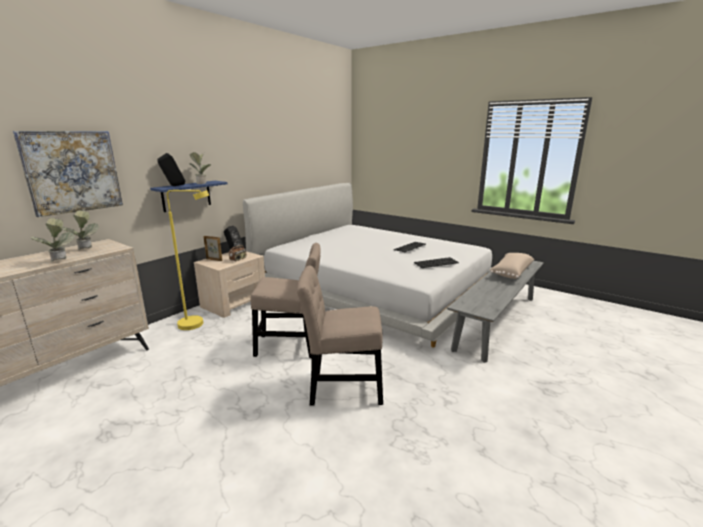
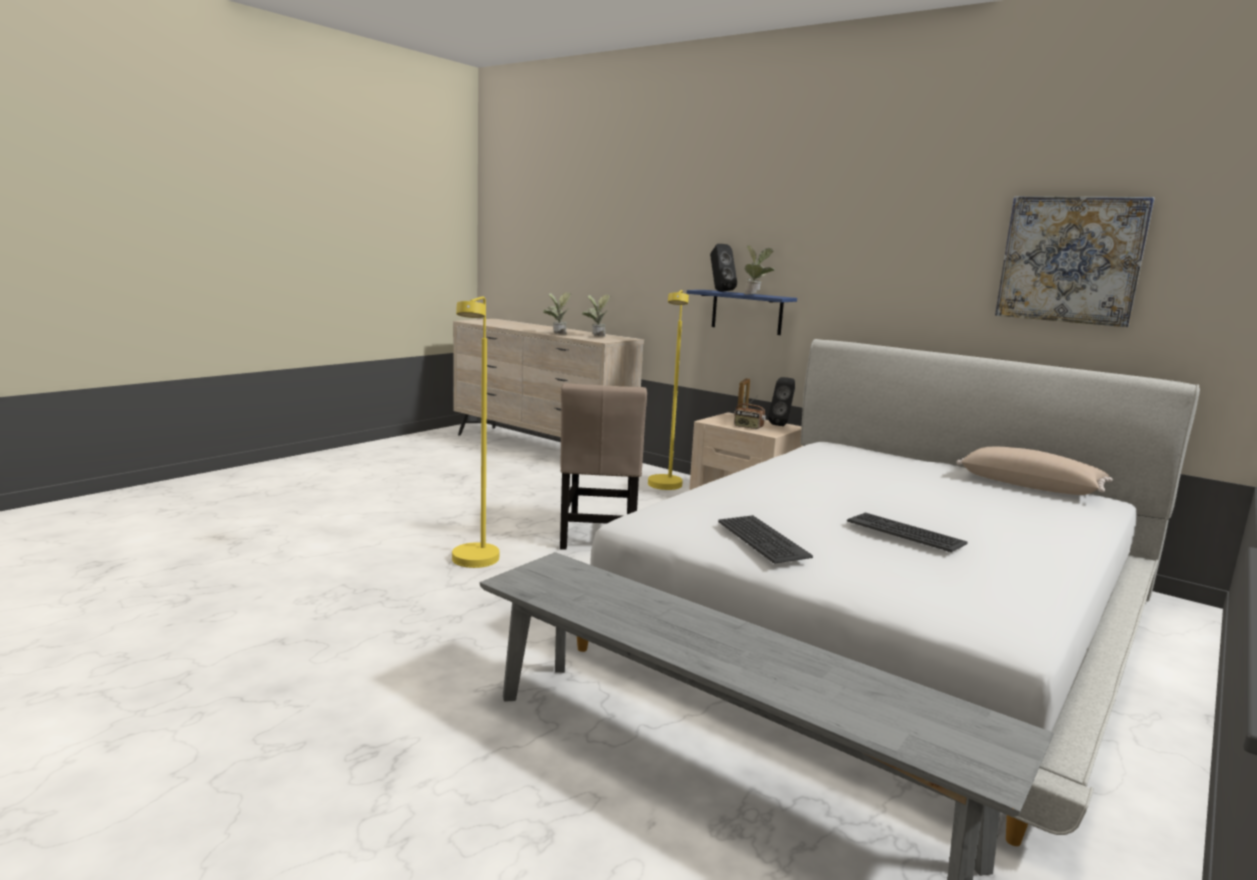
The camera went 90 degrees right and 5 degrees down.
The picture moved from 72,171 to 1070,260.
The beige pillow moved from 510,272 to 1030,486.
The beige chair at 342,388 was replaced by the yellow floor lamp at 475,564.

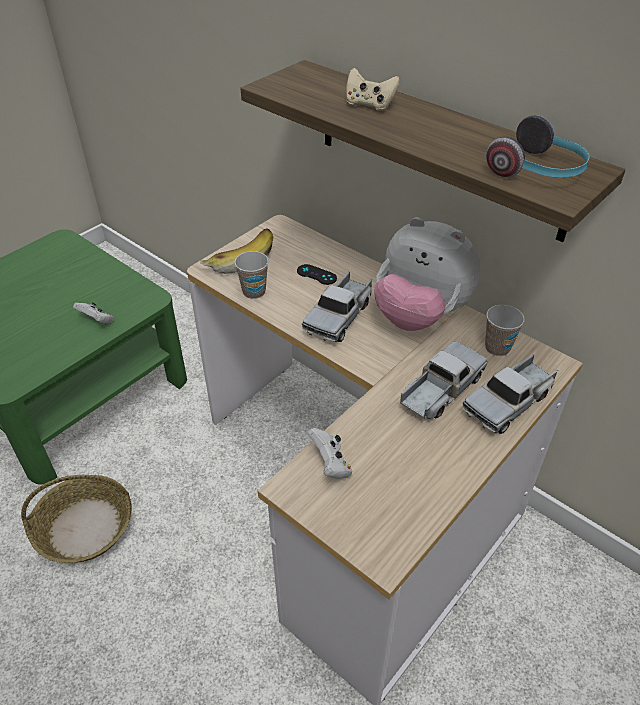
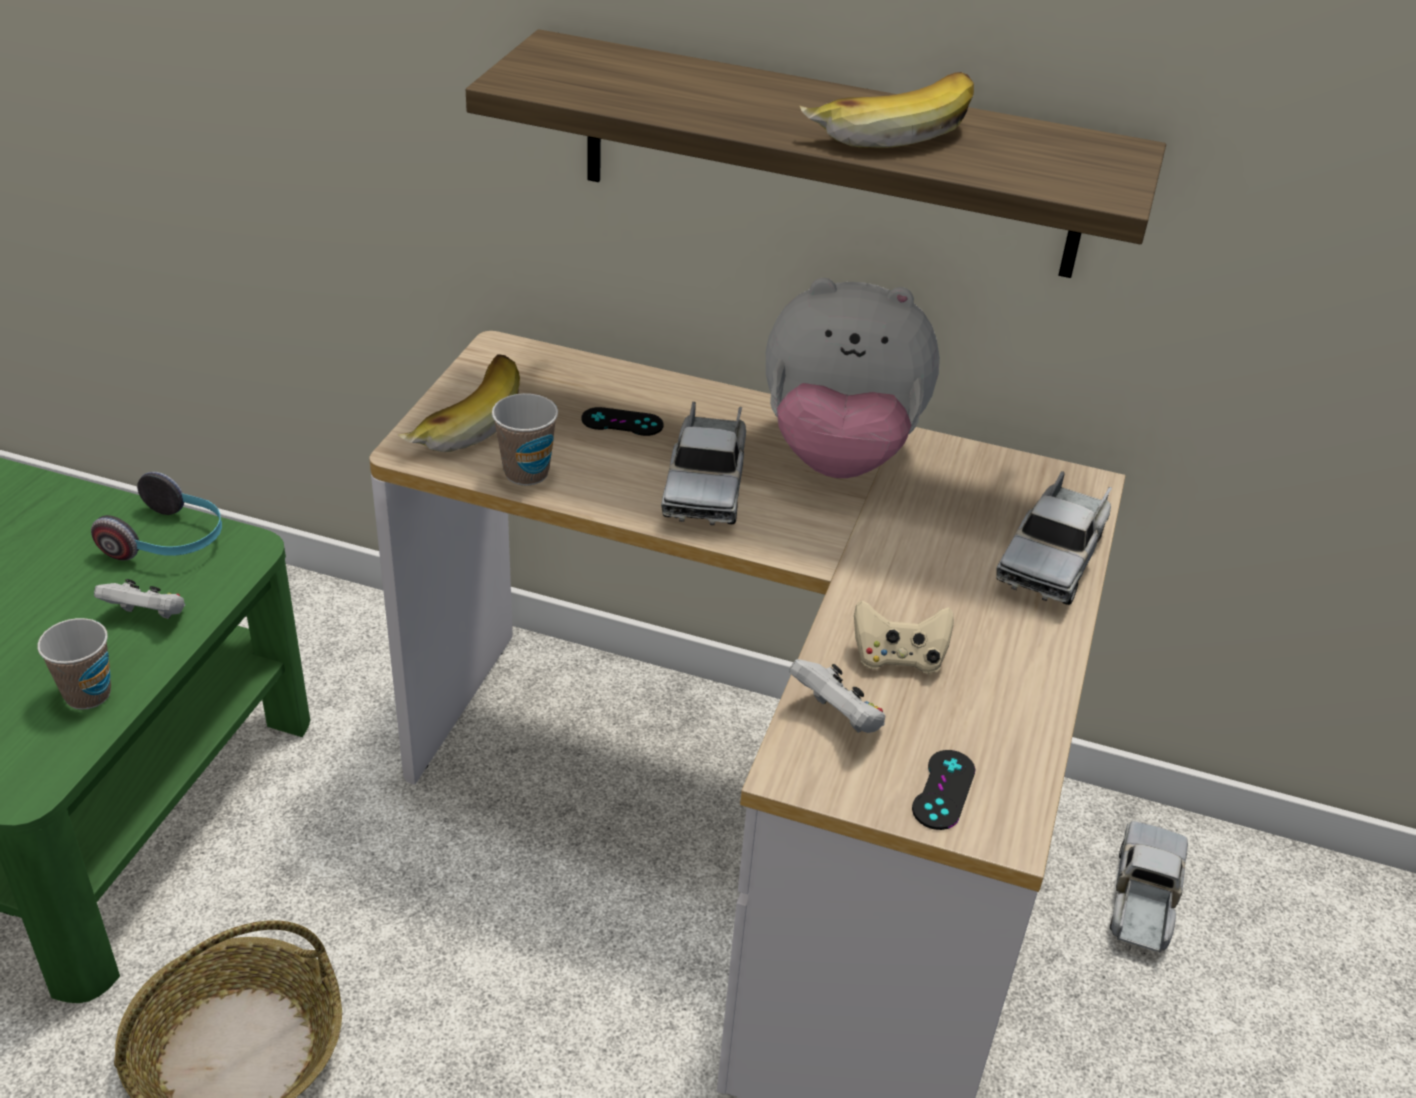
The camera went 25 degrees left and 5 degrees down.
The beige game controller moved from 369,105 to 898,658.
The headphones moved from 538,171 to 169,542.
The cup moved from 497,348 to 88,694.
The toy truck moved from 440,390 to 1143,899.
The banana at 886,130 appeared.
The black game controller at 943,790 appeared.

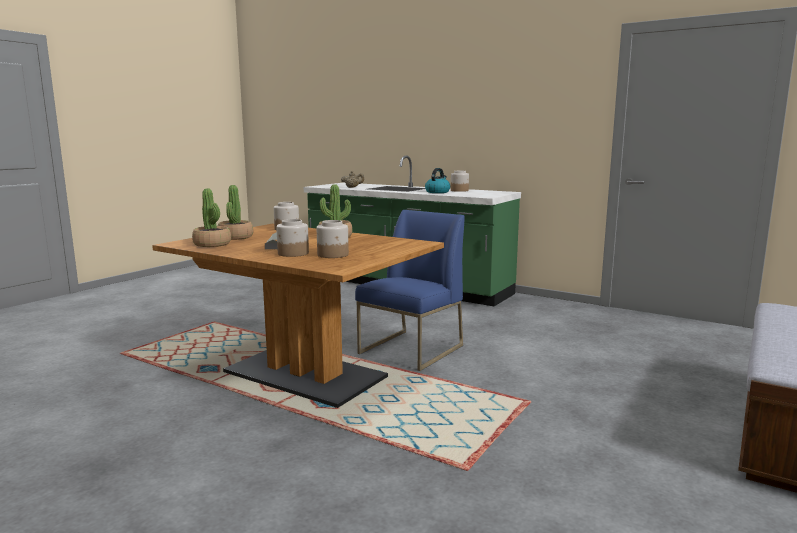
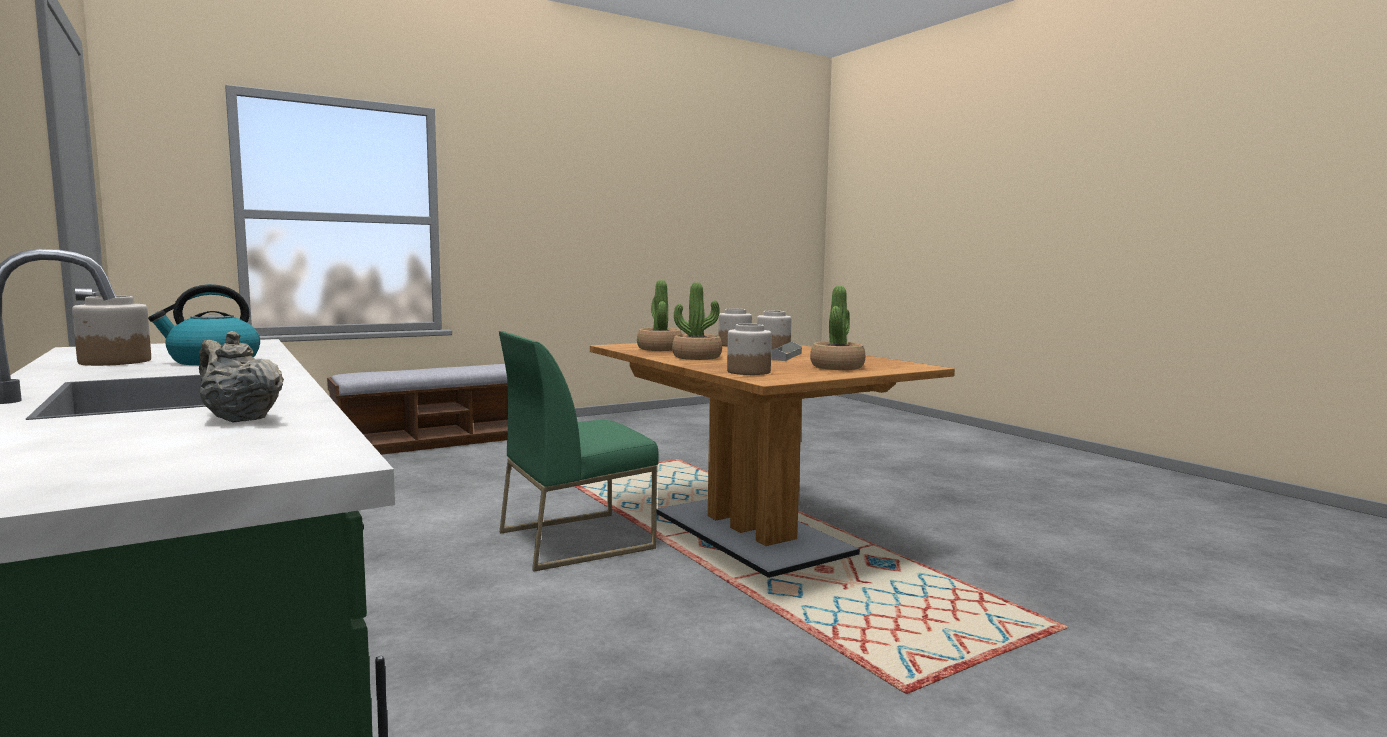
The camera went 155 degrees left and 5 degrees down.
The potted plant moved from 212,244 to 659,349.
The blue chair at 411,350 became the green chair at 576,539.

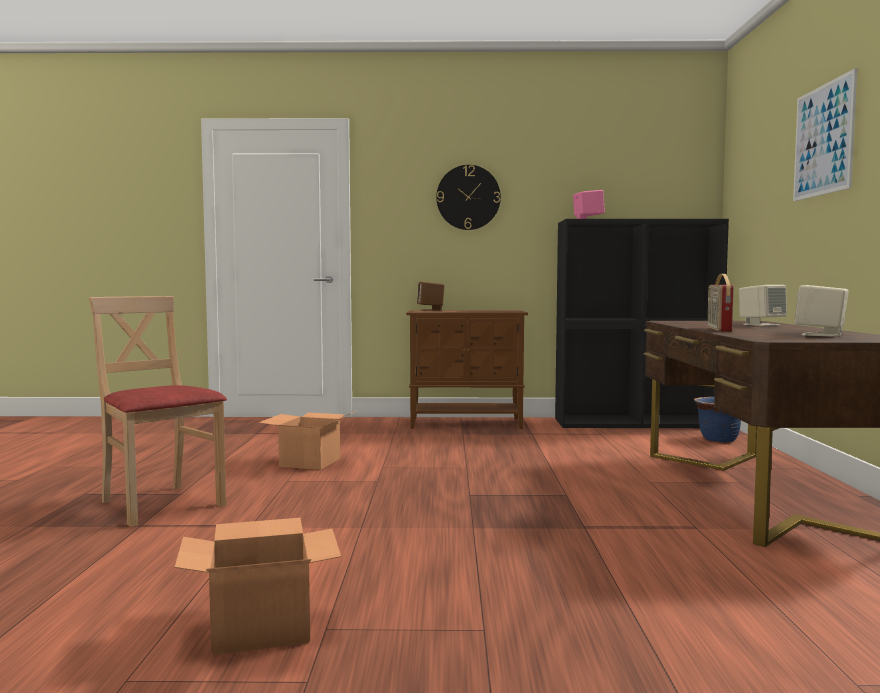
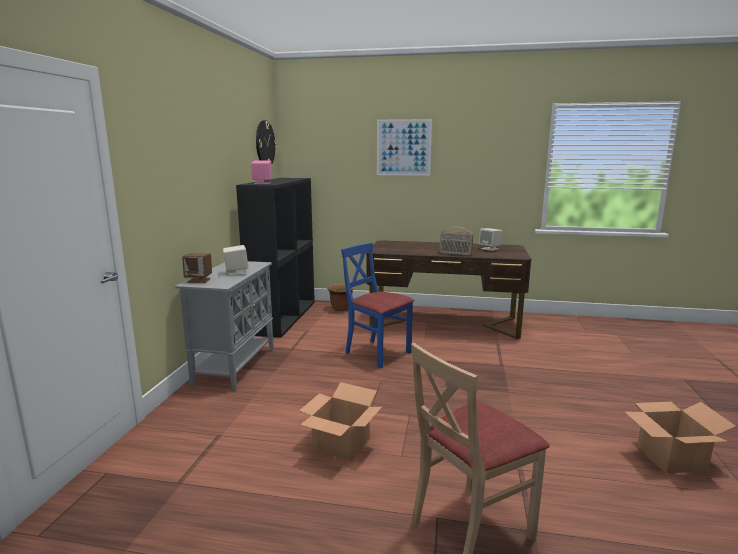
The camera went 80 degrees left and 10 degrees up.
The wall clock moved from 468,197 to 265,143.
The beige speaker moved from 761,325 to 236,272.
The brown cabinet at 467,423 became the grey cabinet at 235,366.
The blue planter at 718,439 became the brown planter at 341,308.
The blue chair at 377,353 appeared.

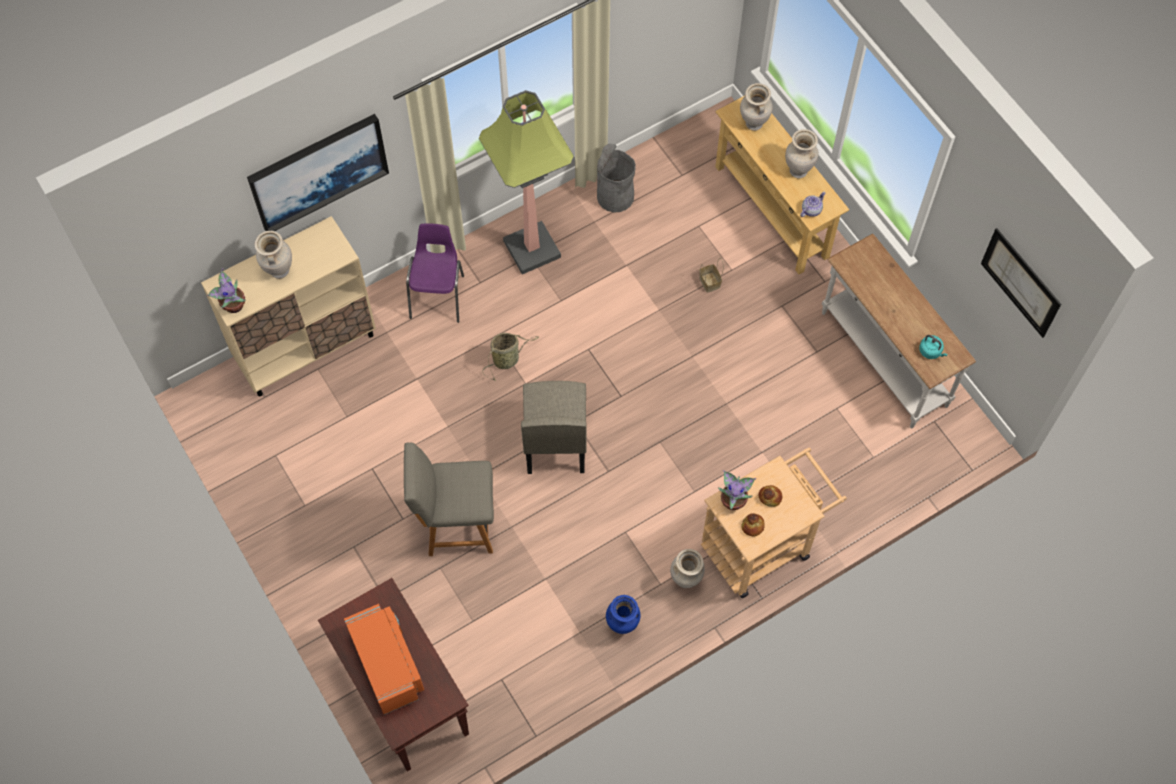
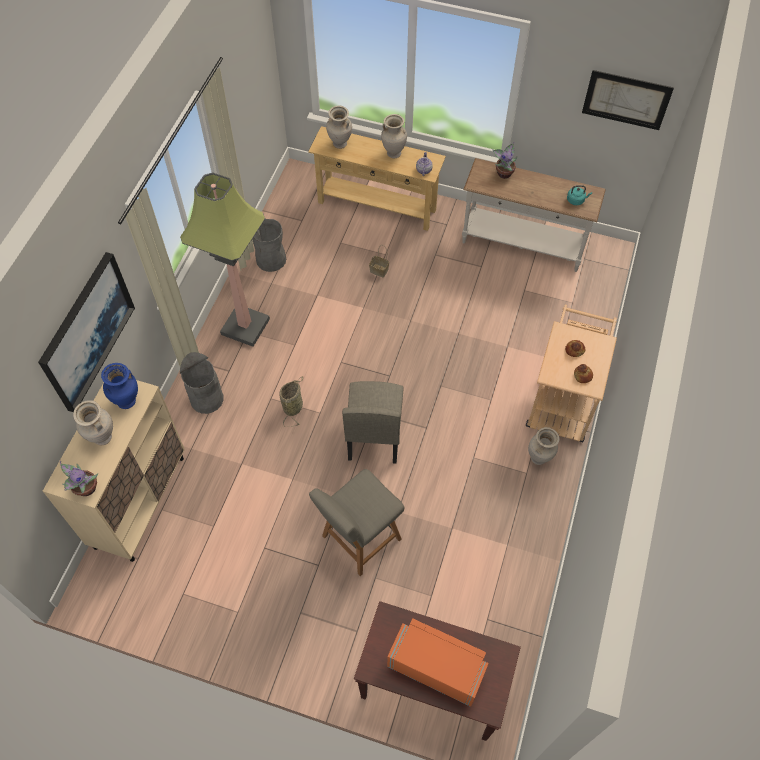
The camera went 40 degrees left and 5 degrees down.
The purple chair at 438,295 was replaced by the grey trash can at 207,399.
The beige chair at 555,441 turned 45 degrees clockwise.
The potted plant moved from 733,500 to 504,173.
The blue vase moved from 622,625 to 127,402.

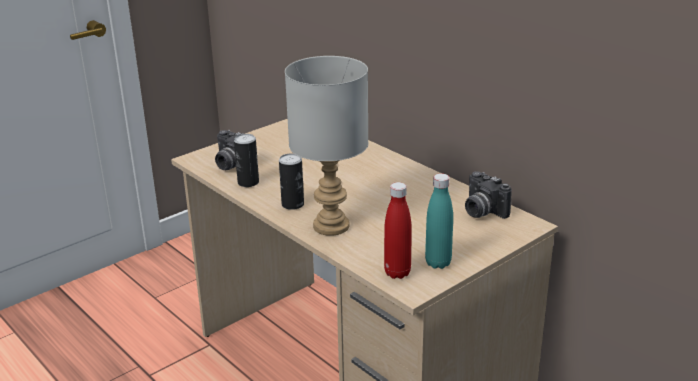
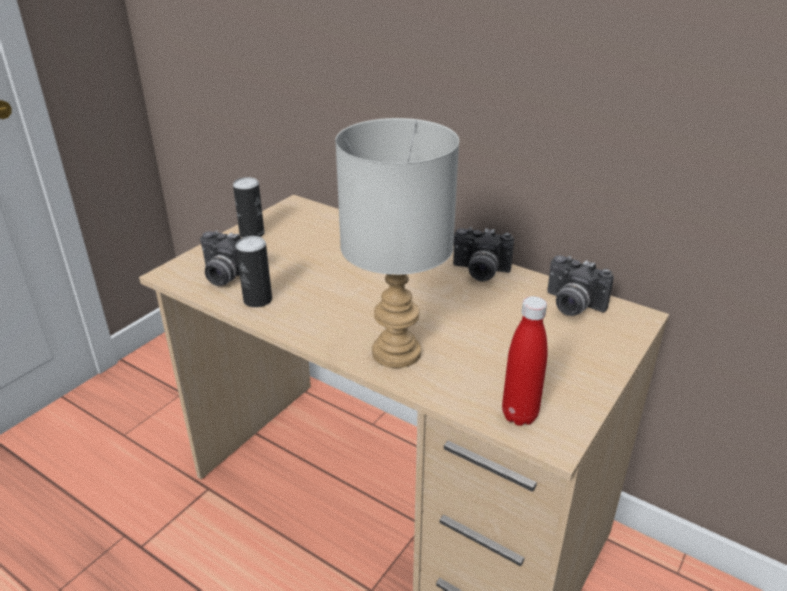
The camera went 15 degrees left and 5 degrees up.
The can moved from 292,204 to 252,234.
The turquoise bottle at 438,263 disappeared.
The photo camera at 479,272 appeared.

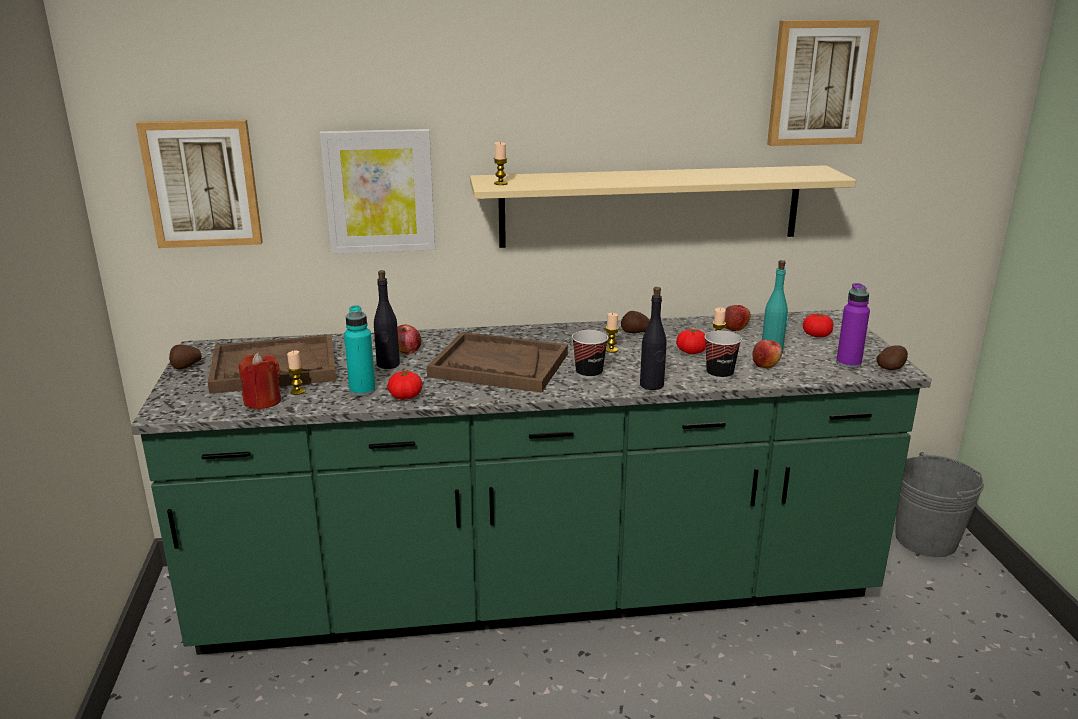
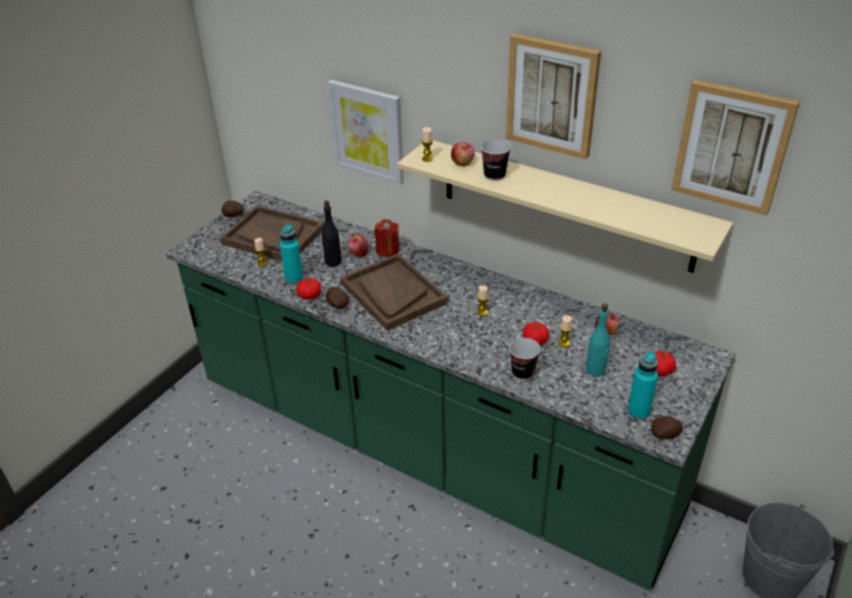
The camera went 40 degrees right and 15 degrees up.
The picture moved from 202,183 to 552,95.
The purple bottle at 848,363 became the turquoise bottle at 638,411.
The black bottle at 652,385 disappeared.
The potato moved from 635,332 to 337,305.
The cup moved from 589,373 to 494,175.
The apple moved from 766,364 to 462,163.
The red candle moved from 262,401 to 387,250.

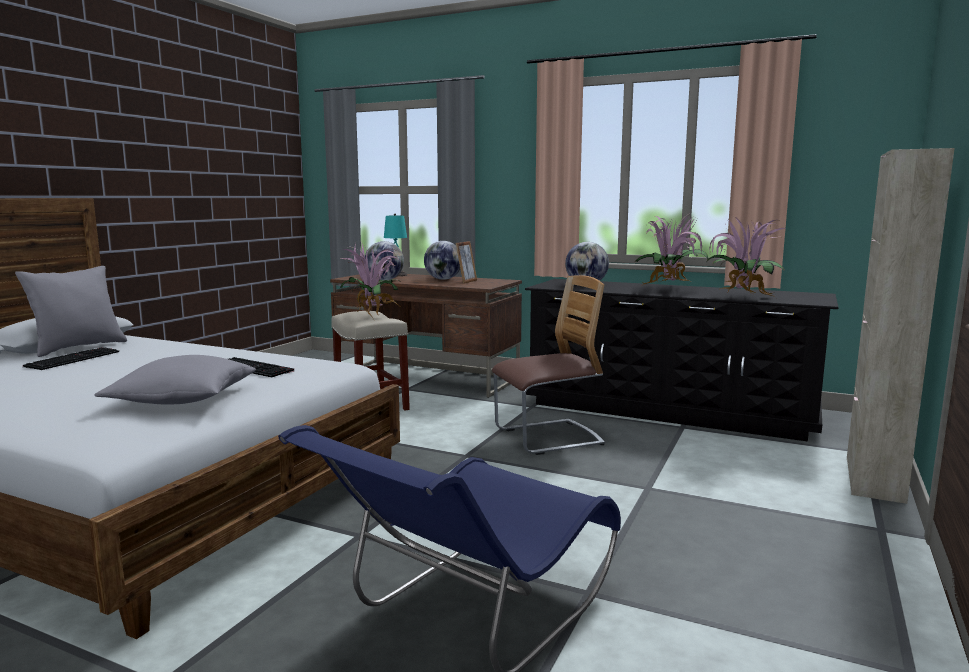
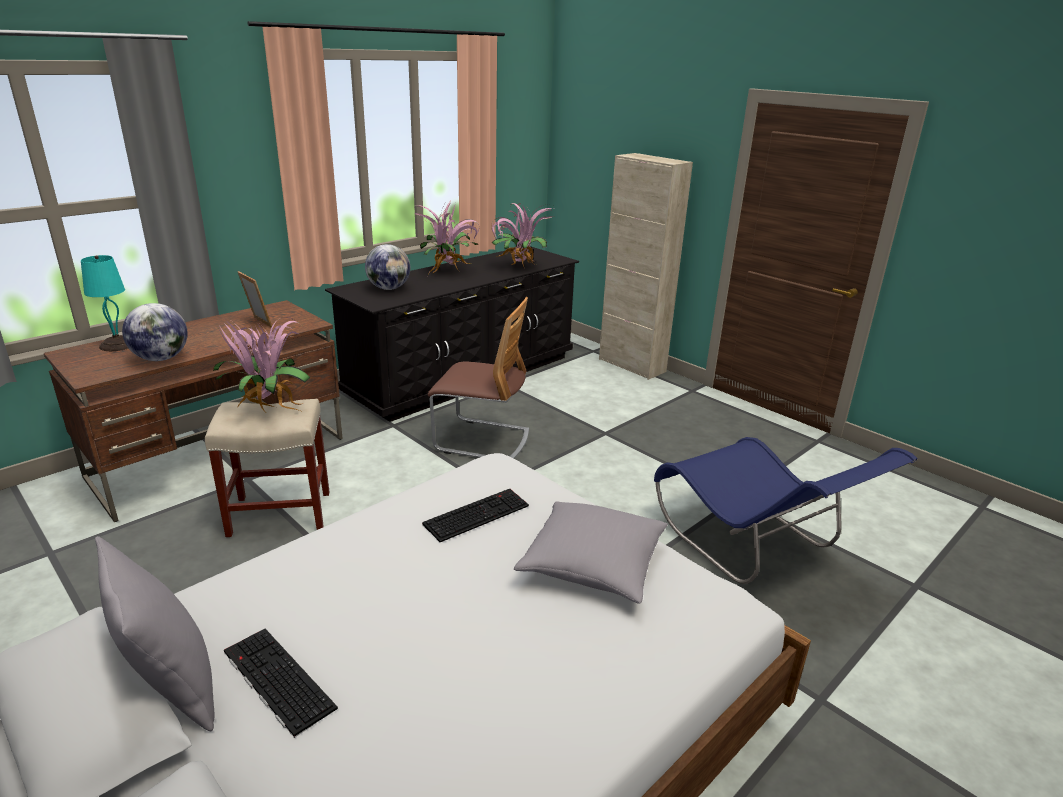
The camera went 70 degrees left and 15 degrees up.
The globe at 443,279 disappeared.
The chair at 548,438 turned 105 degrees clockwise.

